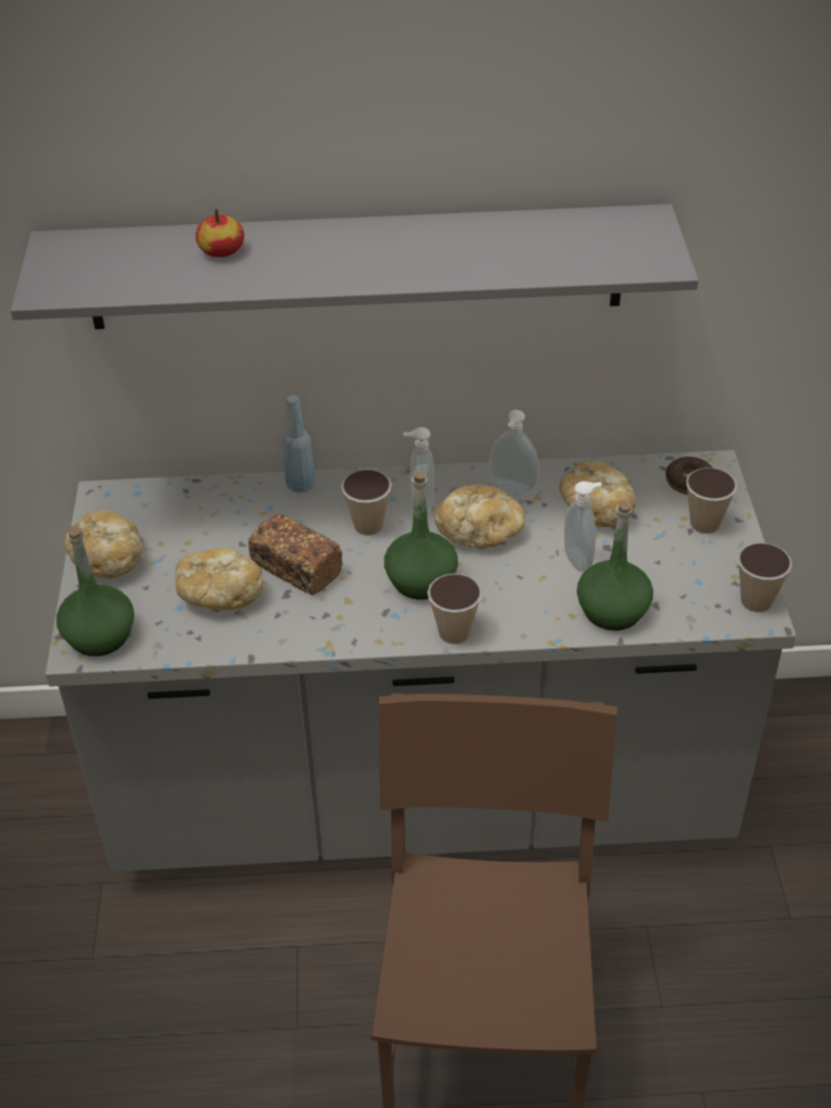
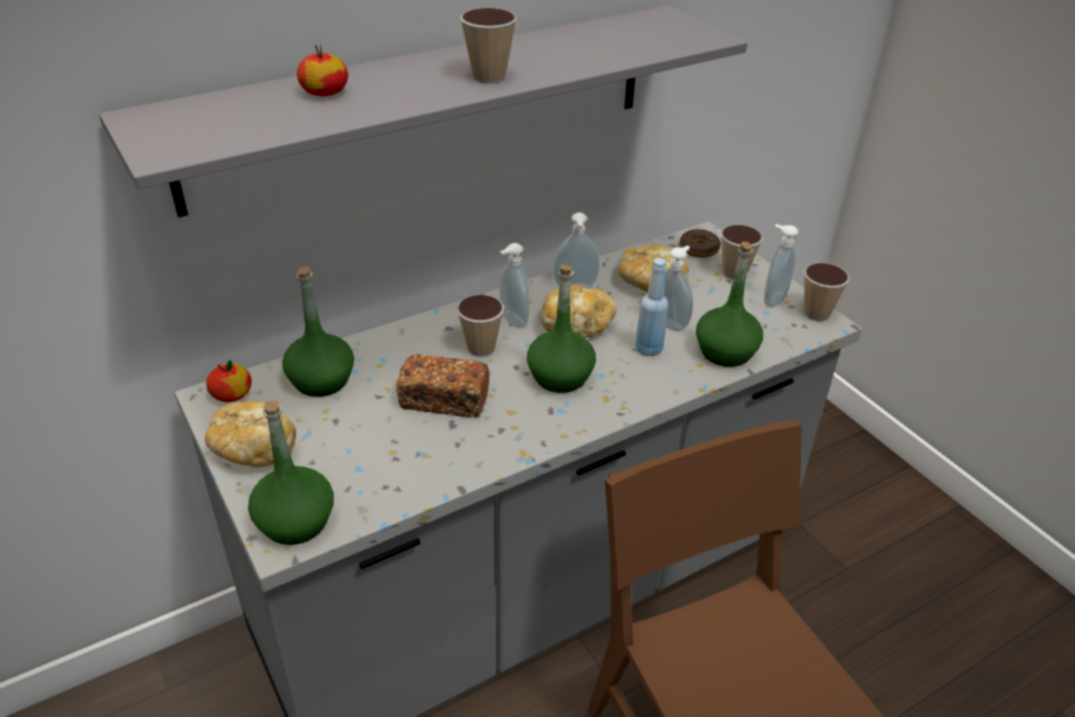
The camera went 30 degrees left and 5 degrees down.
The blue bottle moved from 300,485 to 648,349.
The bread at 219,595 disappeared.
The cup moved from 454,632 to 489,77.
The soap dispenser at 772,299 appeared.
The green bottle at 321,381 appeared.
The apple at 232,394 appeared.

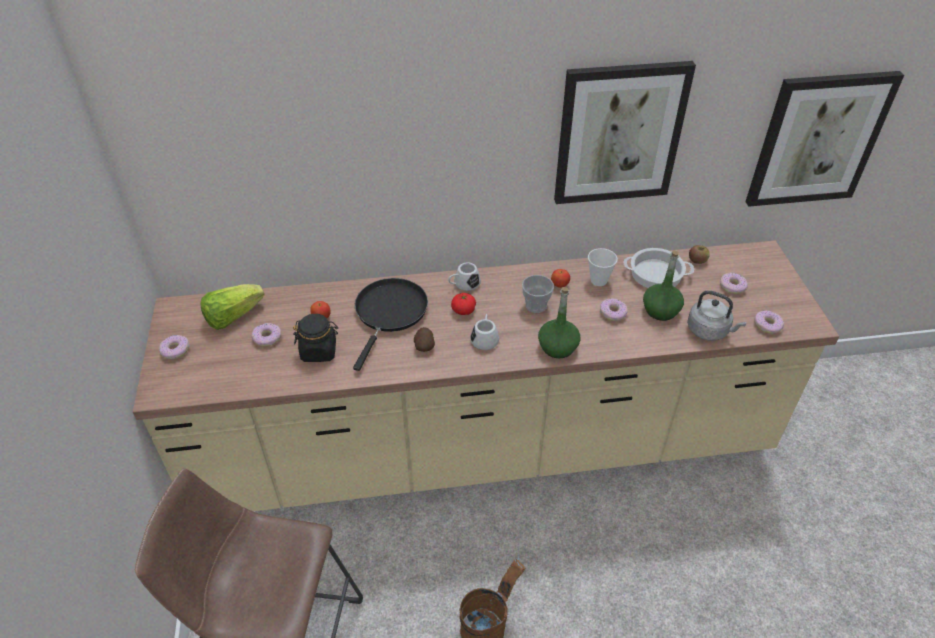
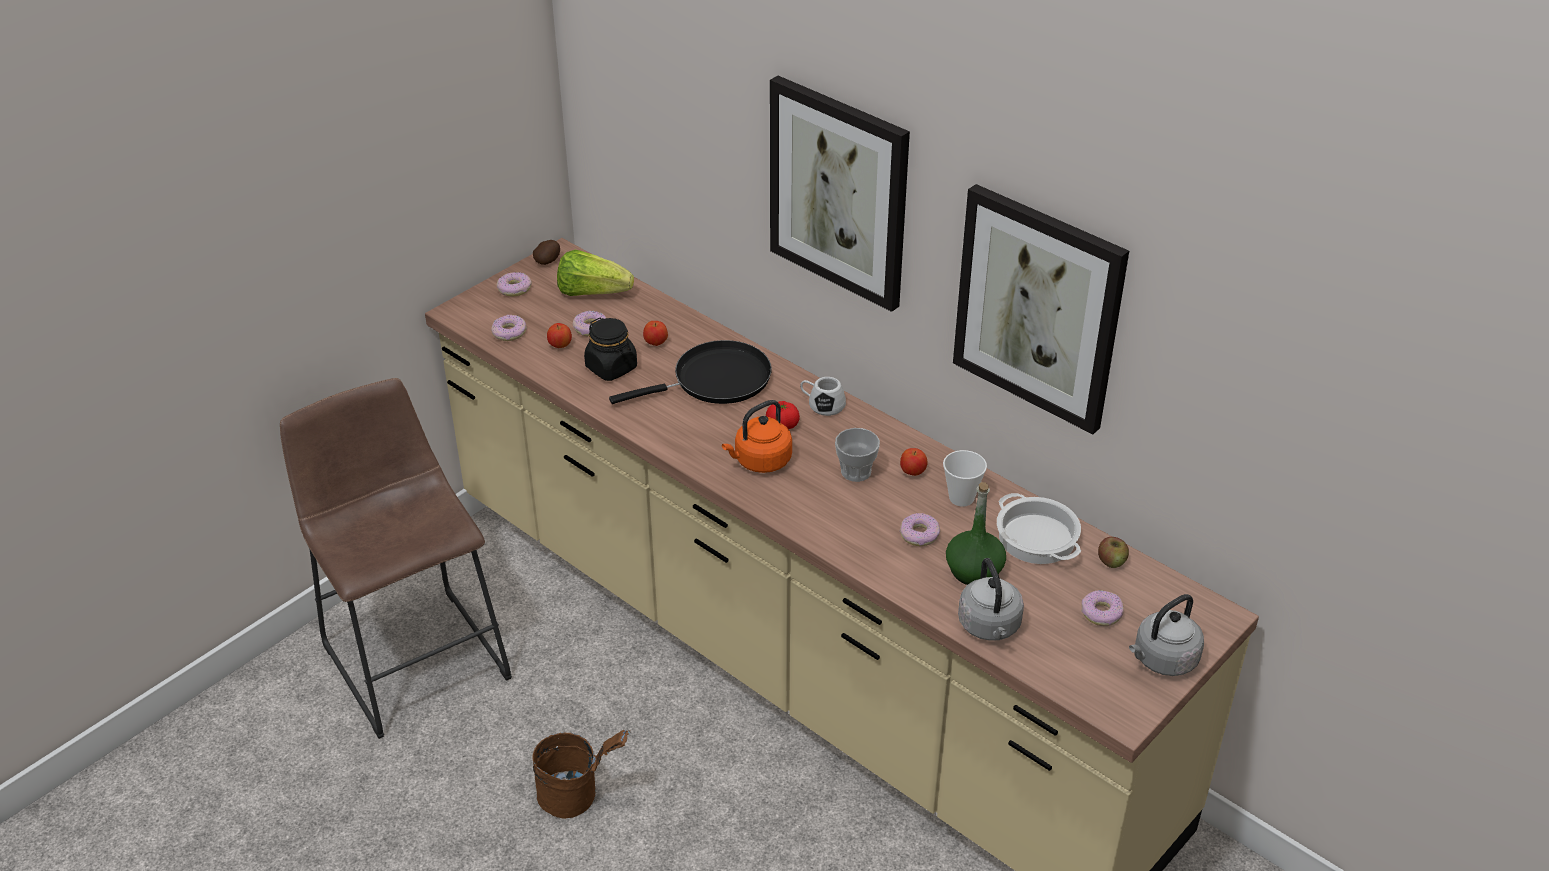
The camera went 50 degrees right and 5 degrees down.
The picture moved from 818,139 to 839,192.
The green bottle at 558,347 disappeared.
The donut moved from 767,325 to 509,333.
The white mug at 485,338 was replaced by the orange kettle at 760,461.
The potato moved from 424,345 to 548,261.
The apple at 560,346 appeared.
The grey kettle at 1162,660 appeared.

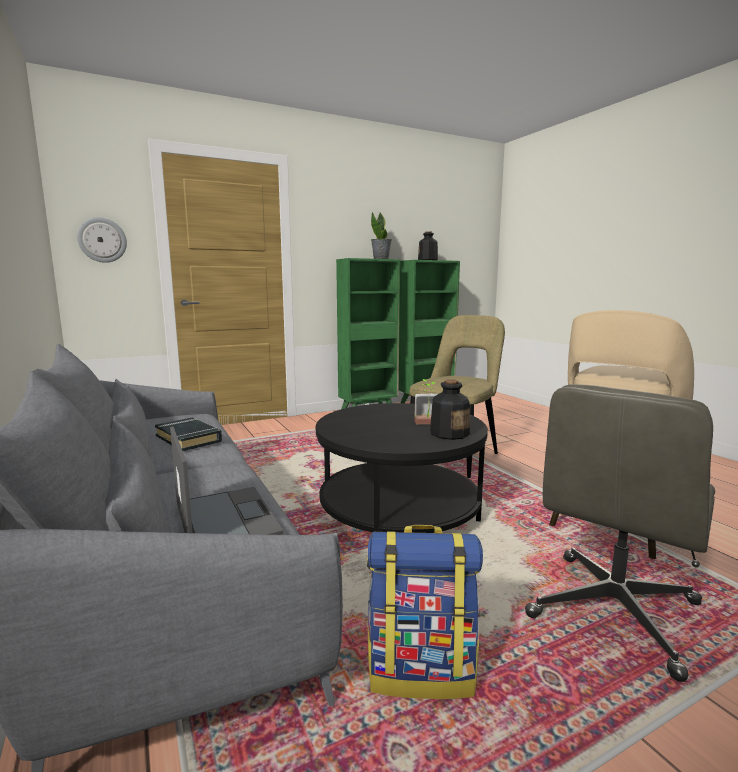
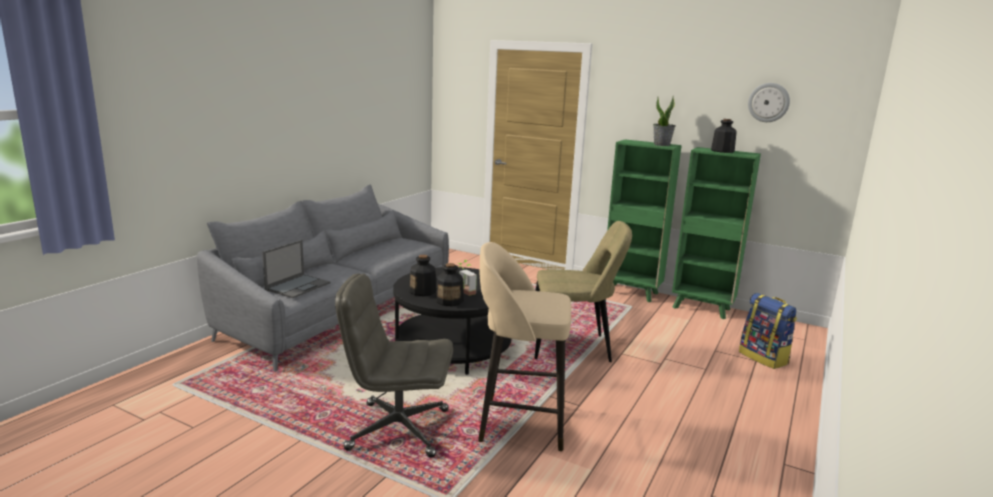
The camera went 55 degrees right and 5 degrees up.
The wall clock moved from 102,240 to 768,102.
The black book at 189,439 disappeared.
The backpack moved from 421,671 to 764,358.
The bottle at 423,291 appeared.

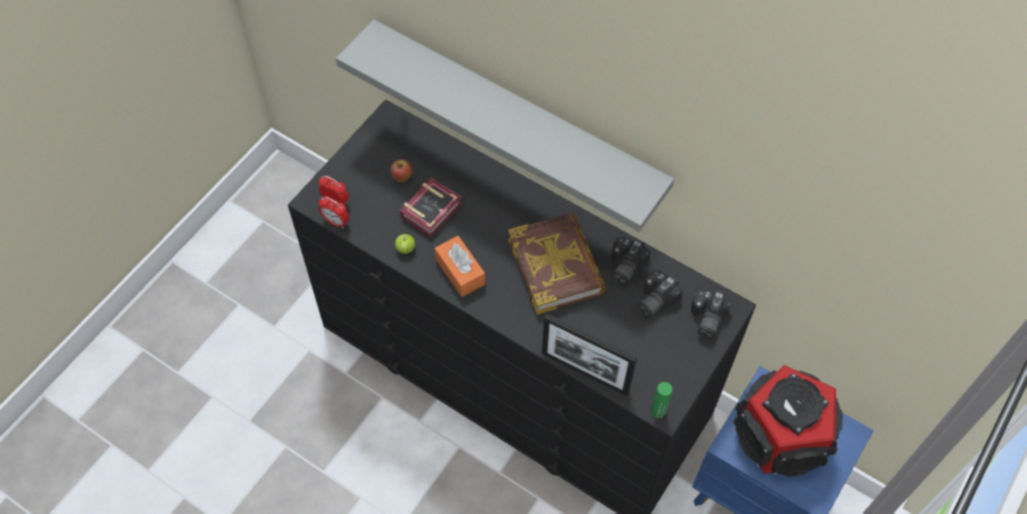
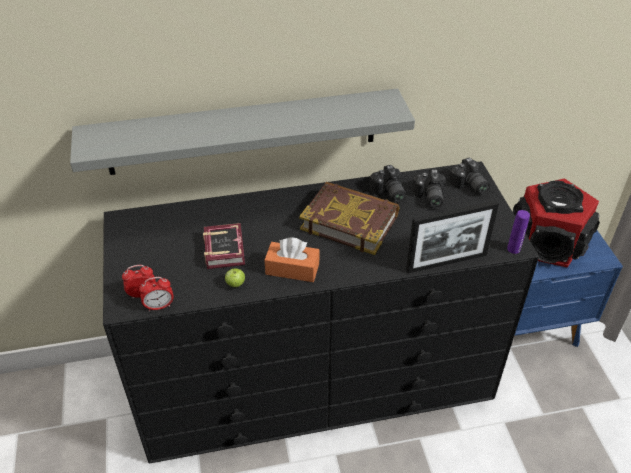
The camera went 45 degrees left and 15 degrees down.
The apple at 402,178 disappeared.
The green bottle at 658,411 became the purple bottle at 513,249.

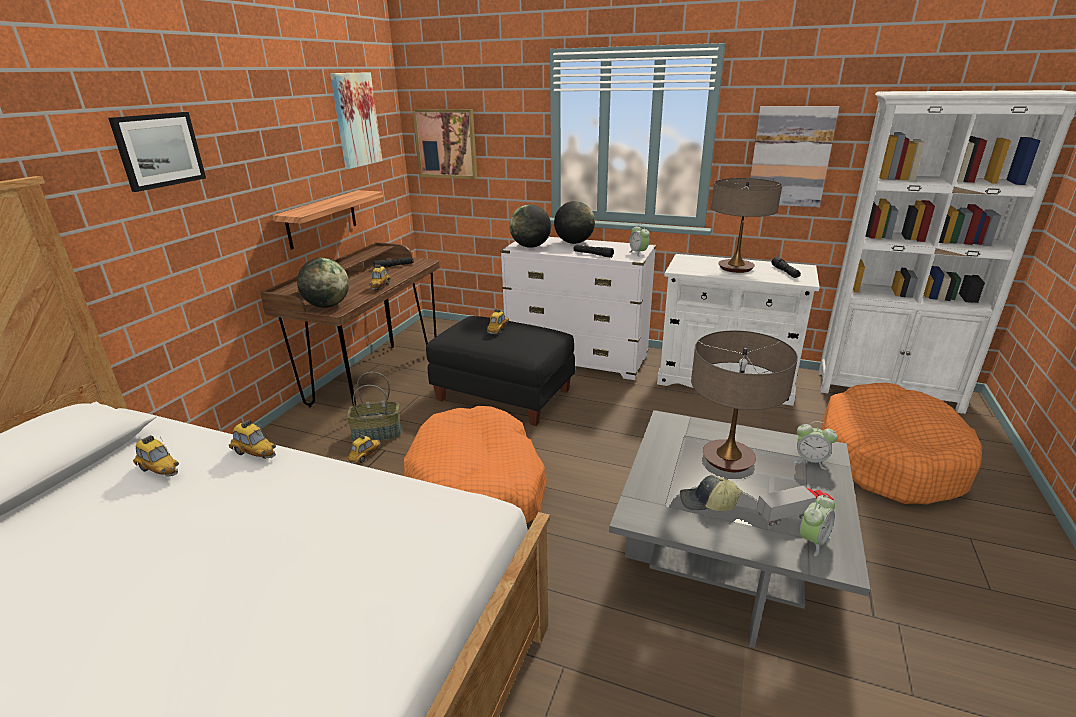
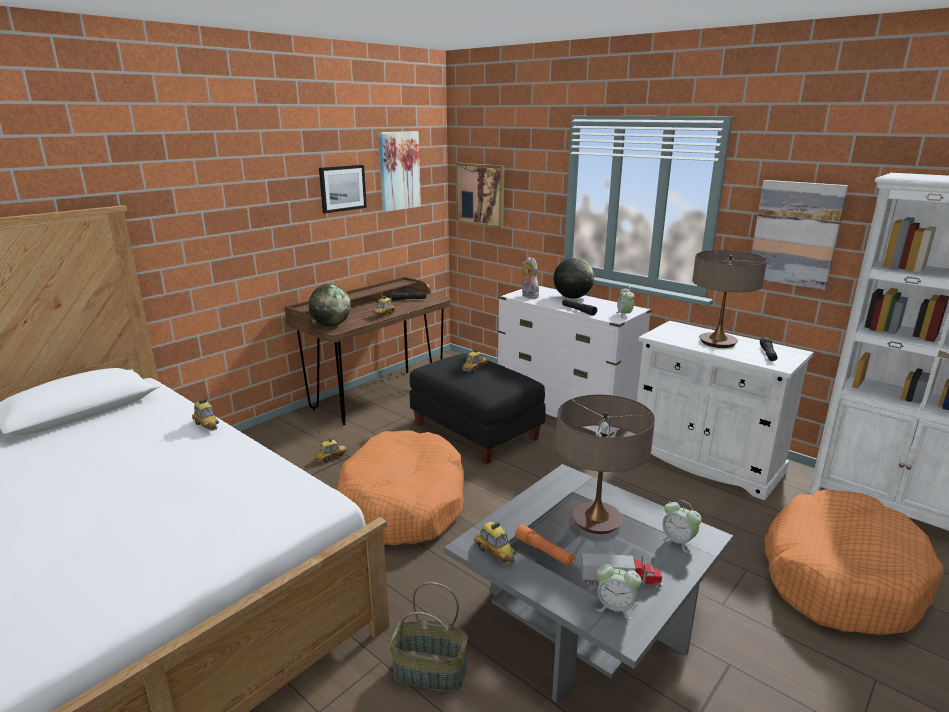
The camera went 20 degrees right and 5 degrees down.
The picture moved from 159,150 to 342,188.
The shelf at 322,219 disappeared.
The globe at 530,246 was replaced by the plush toy at 528,296.
The basket moved from 376,434 to 428,673.
The toy car moved from 159,470 to 495,553.
The cap at 707,503 was replaced by the orange flashlight at 544,551.
The alarm clock at 813,541 turned 45 degrees clockwise.

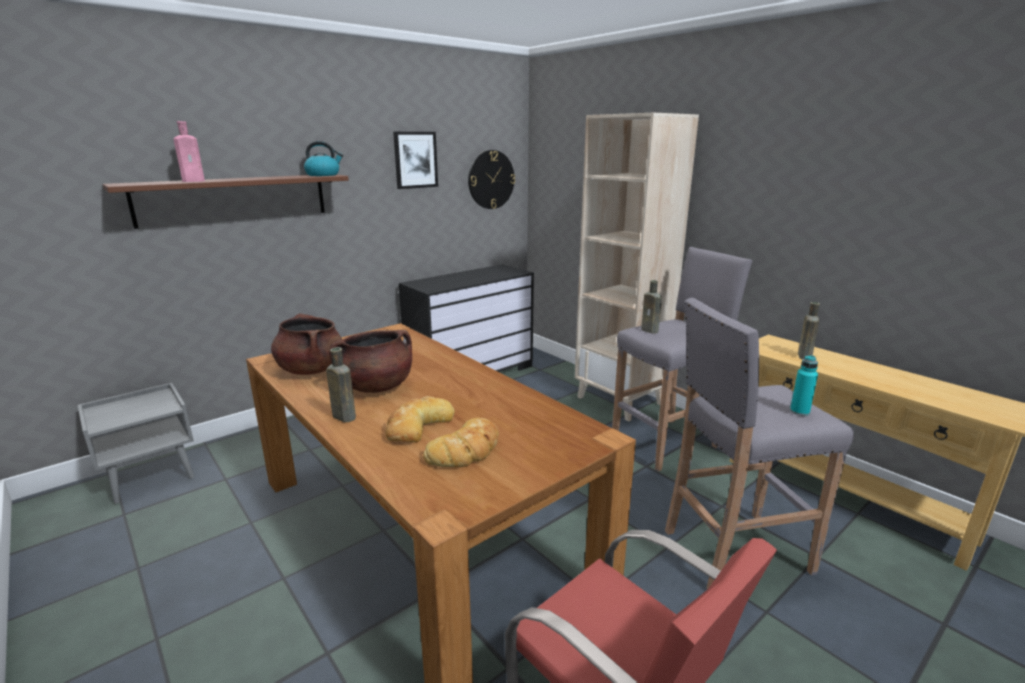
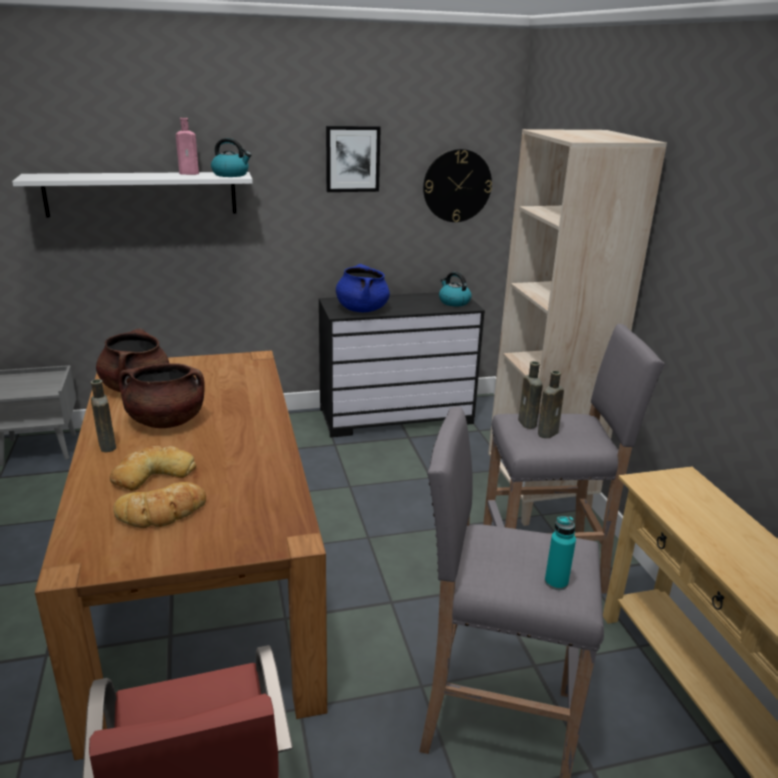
The camera went 25 degrees right and 5 degrees up.
The pink bottle moved from 195,181 to 190,173.
The brown shelf at 234,199 became the white shelf at 141,194.
The brown bottle moved from 804,356 to 548,432.
The blue cooking pot at 362,309 appeared.
The kettle at 453,302 appeared.

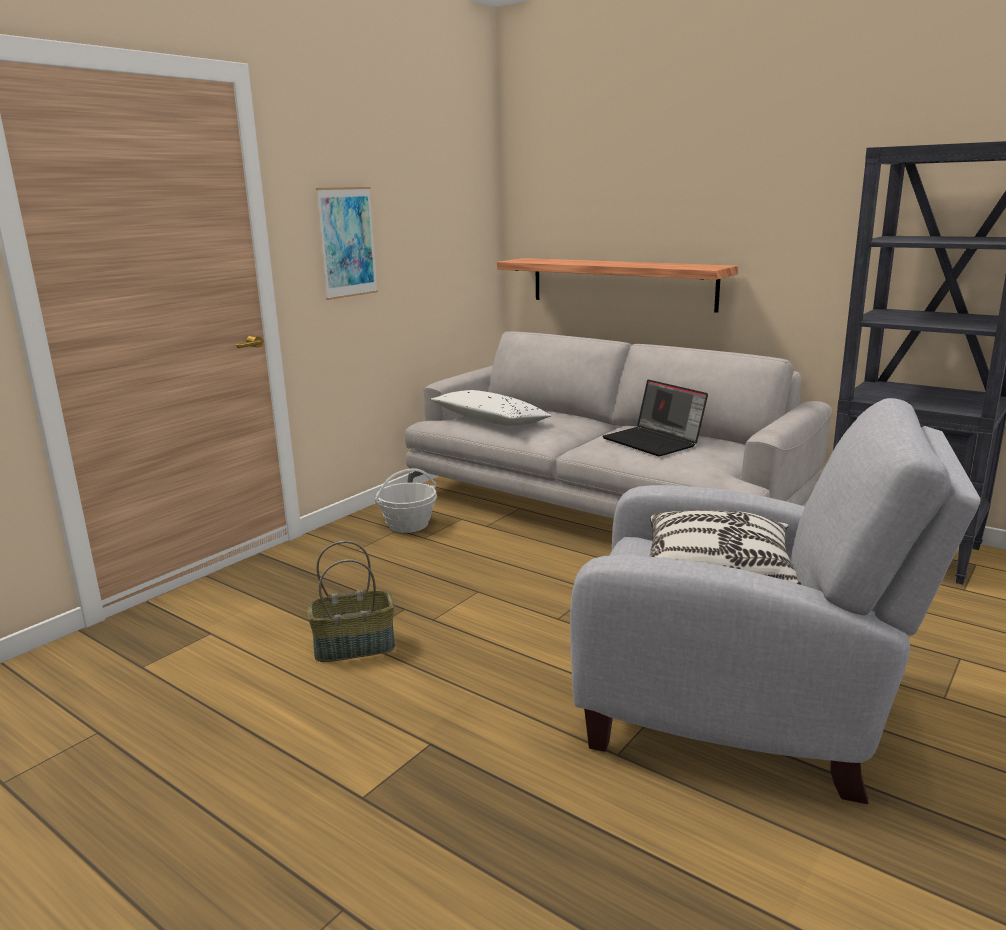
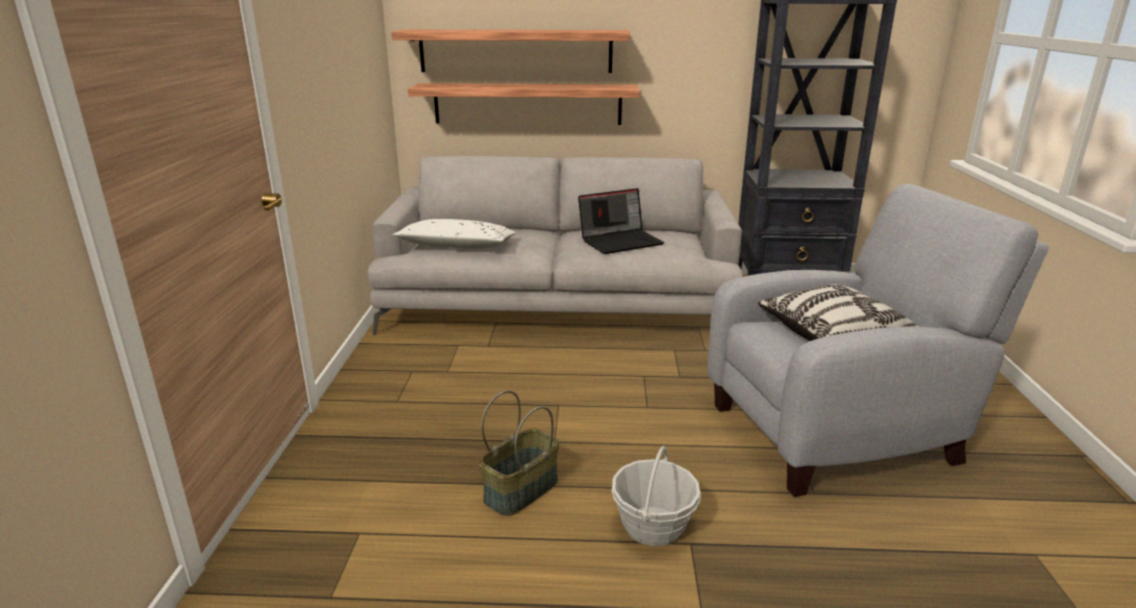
The camera went 35 degrees left and 5 degrees up.
The picture at 347,242 disappeared.
The laptop at 654,441 turned 45 degrees counterclockwise.
The basket moved from 408,525 to 653,526.
The shelf at 515,51 appeared.

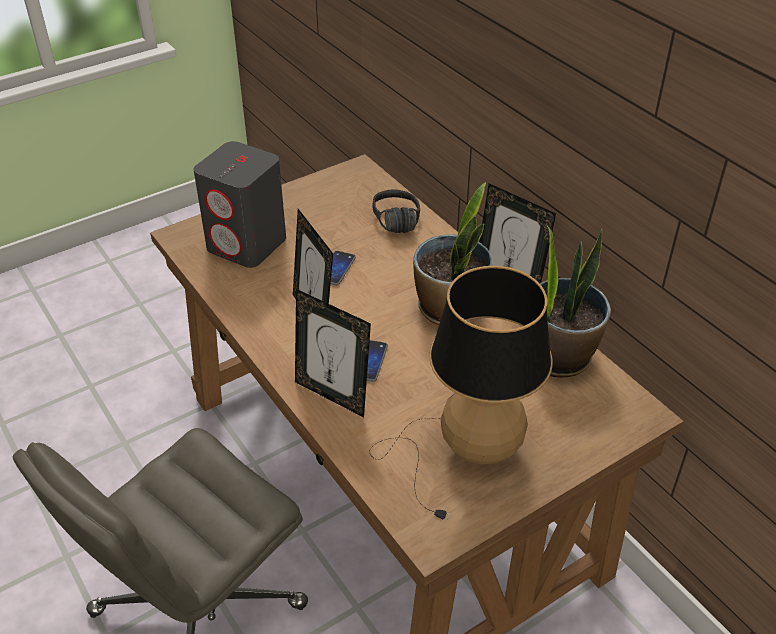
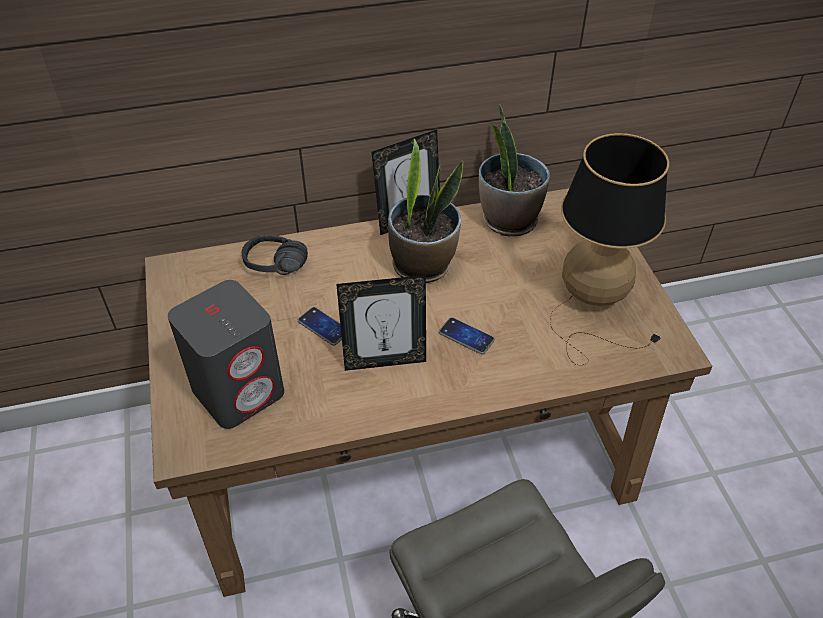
The camera went 70 degrees left and 5 degrees up.
The picture frame at 333,395 disappeared.

